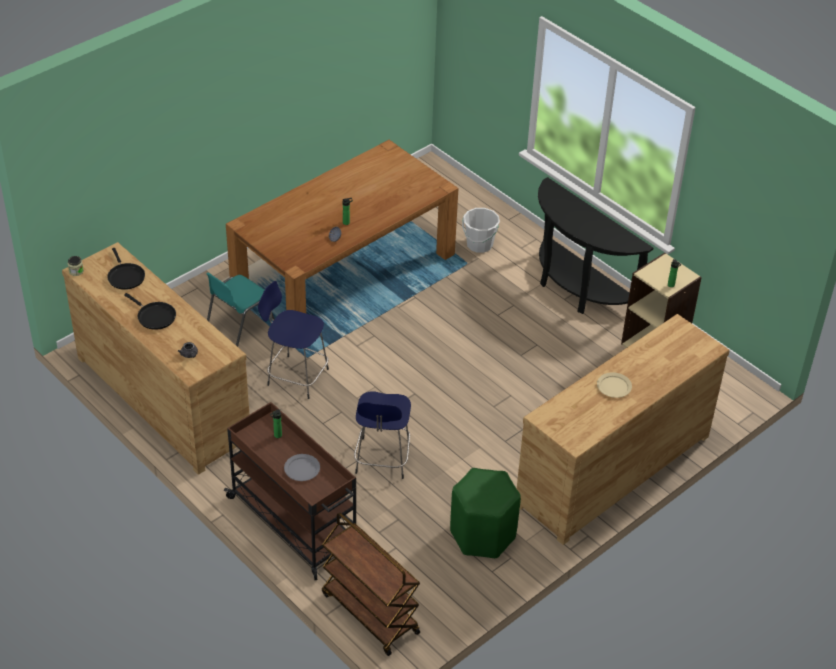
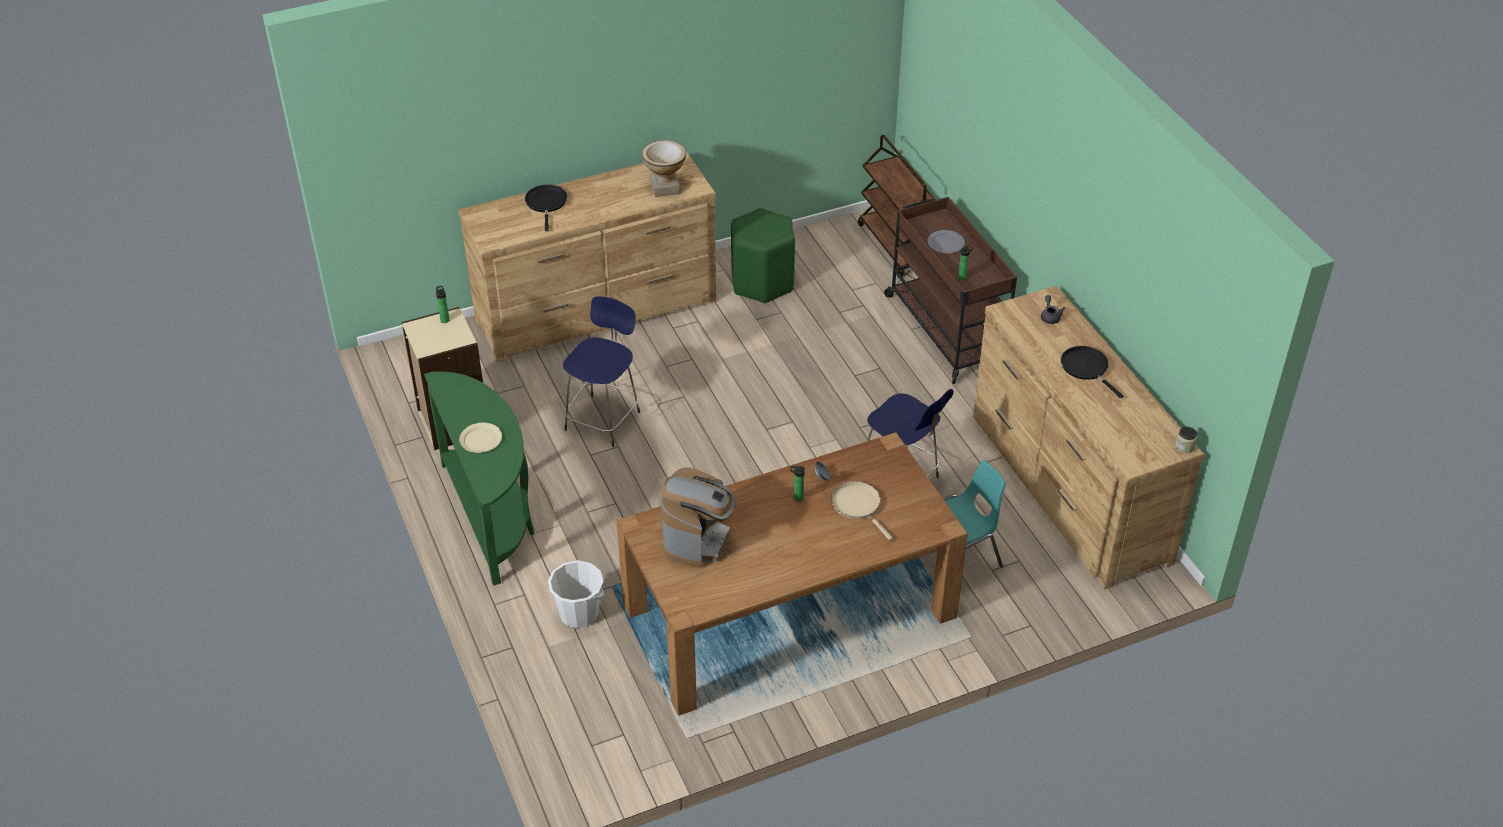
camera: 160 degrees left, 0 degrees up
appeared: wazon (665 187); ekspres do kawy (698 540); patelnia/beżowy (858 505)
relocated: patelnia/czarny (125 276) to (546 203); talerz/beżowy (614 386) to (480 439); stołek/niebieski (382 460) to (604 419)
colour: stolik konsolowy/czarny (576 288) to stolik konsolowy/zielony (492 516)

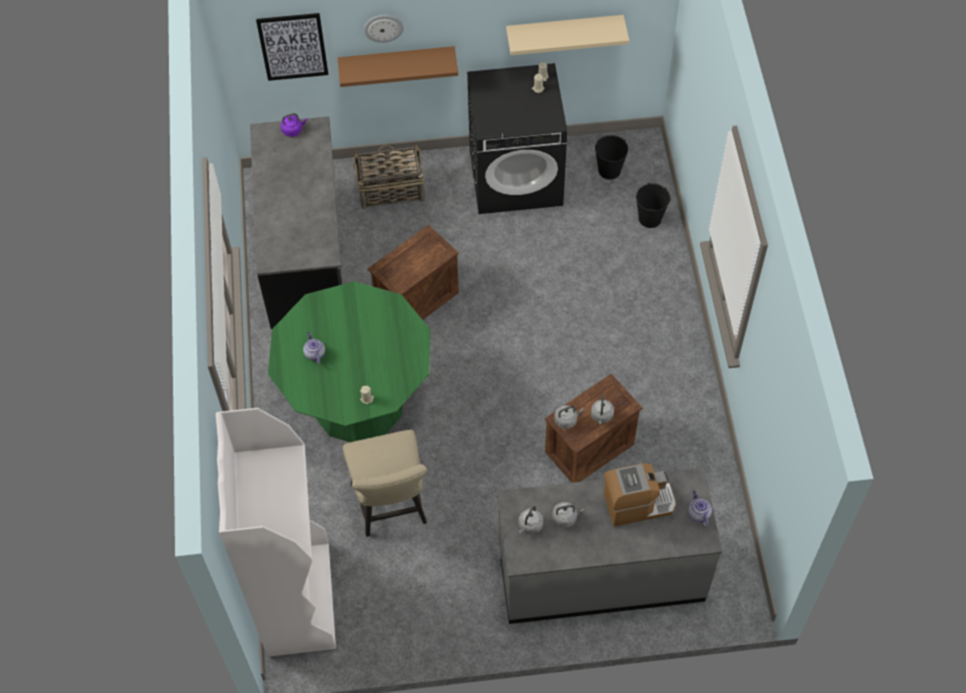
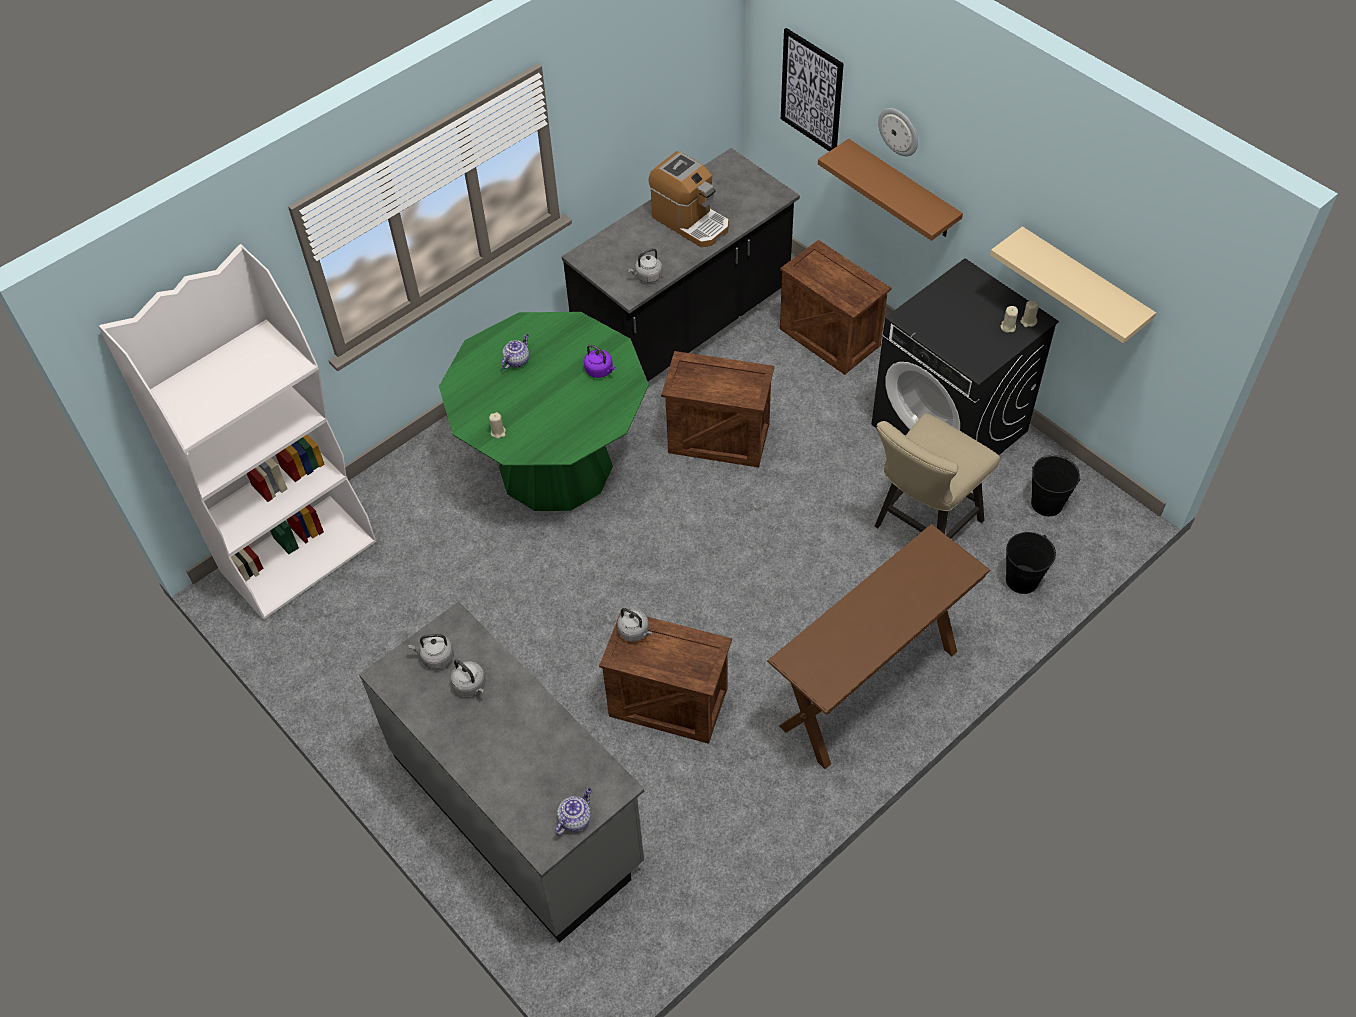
camera: 55 degrees right, 5 degrees down
appeared: stolik konsolowy/brązowy (868 688)
relocated: czajnik/fioletowy (293 130) to (600 371); czajnik/szary (601 416) to (647 276); krzesło/beżowy (391 508) to (922 527); ekspres do kawy (638 503) to (690 221)
exchanged: koszyk (390 190) to skrzynka (828 337)

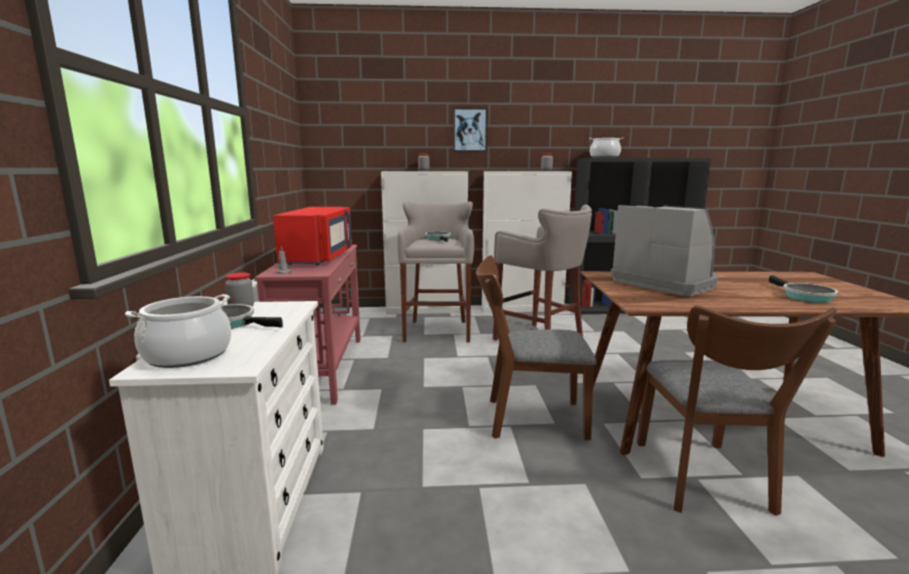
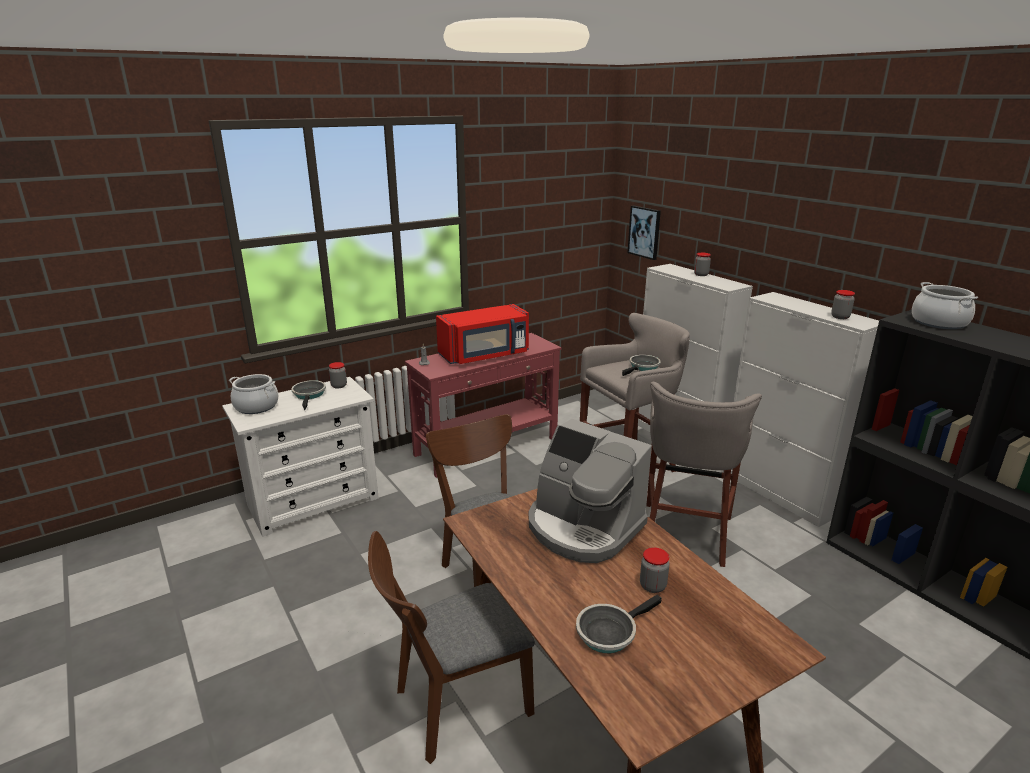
camera: 60 degrees right, 10 degrees up
appeared: słoik (652 586)
relocated: obraz (469 130) to (644 232)
spun: ekspres do kawy (664 283) = (583 528) 105 degrees clockwise

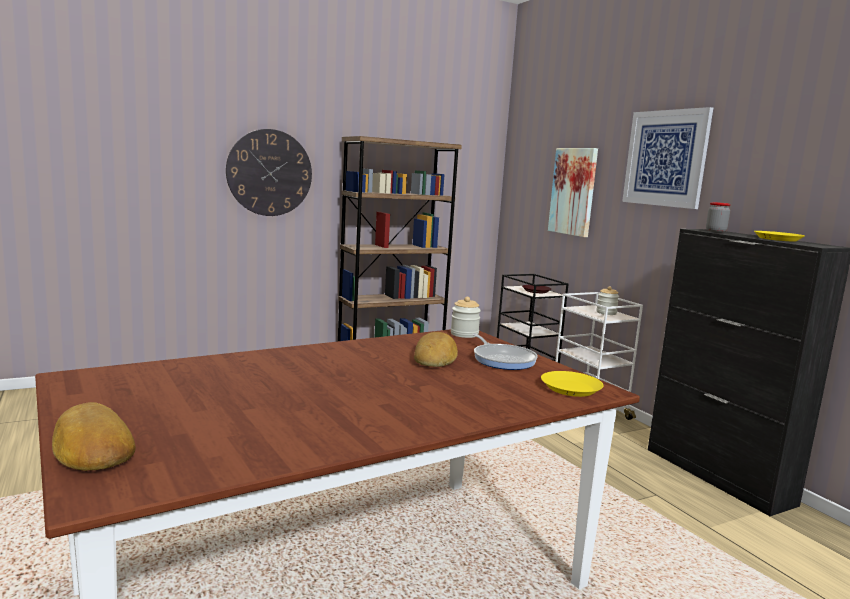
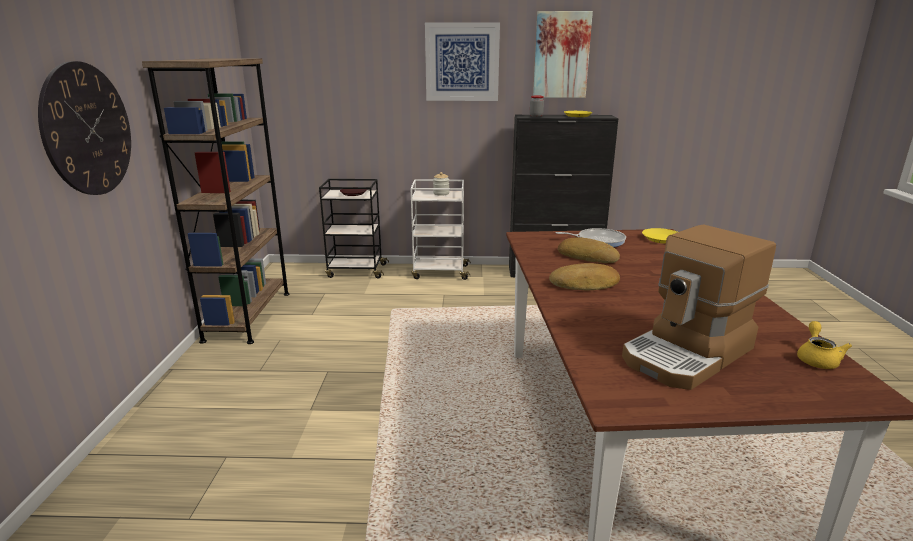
camera: 60 degrees left, 10 degrees up
missing: słoik (464 334)
appeared: ekspres do kawy (688 354); imbryk/żółty (817 359)
relocated: obraz (573 191) to (561 55); chleb (91 448) to (585 284)

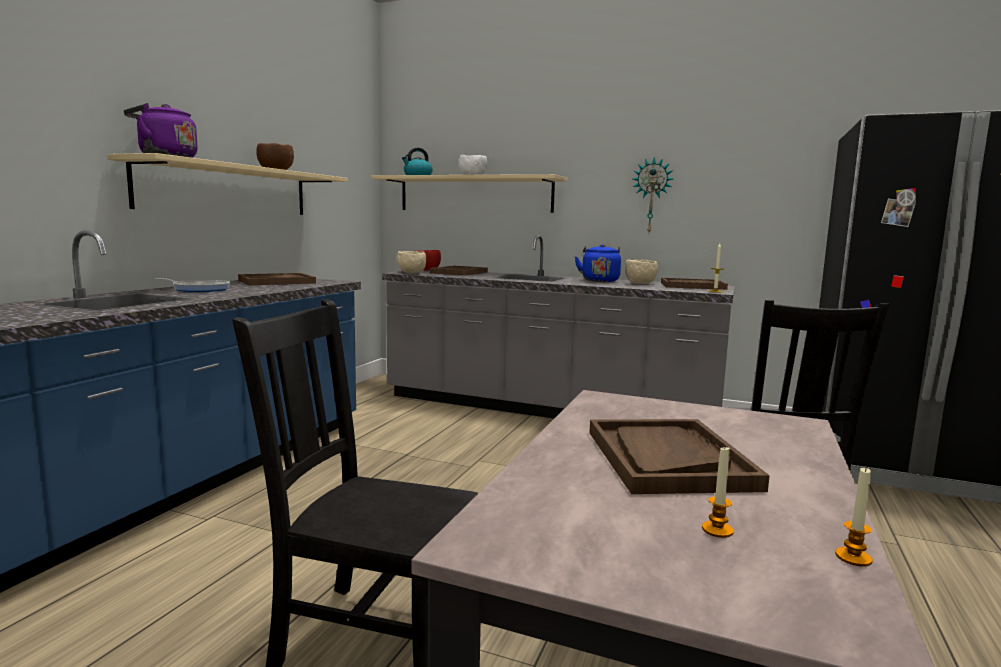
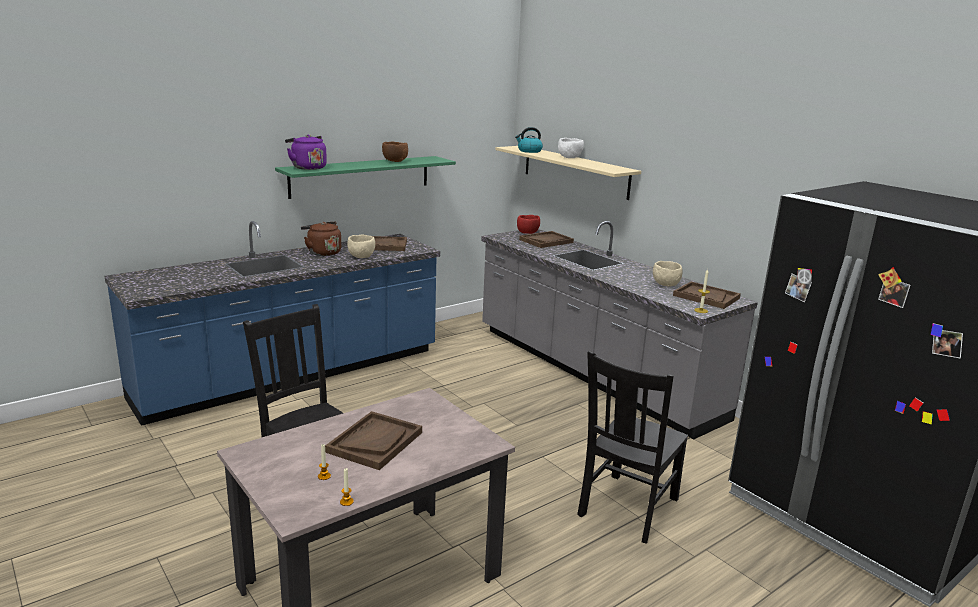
camera: 30 degrees right, 10 degrees up
missing: zegar ścienny (652 196); czajnik/niebieski (599 280)
relocated: miska/beżowy (411 273) to (361 256)
exchanged: patelnia (199 289) to czajnik/brązowy (322 252)
colour: półka/beżowy (228 190) to półka/zielony (361 176)

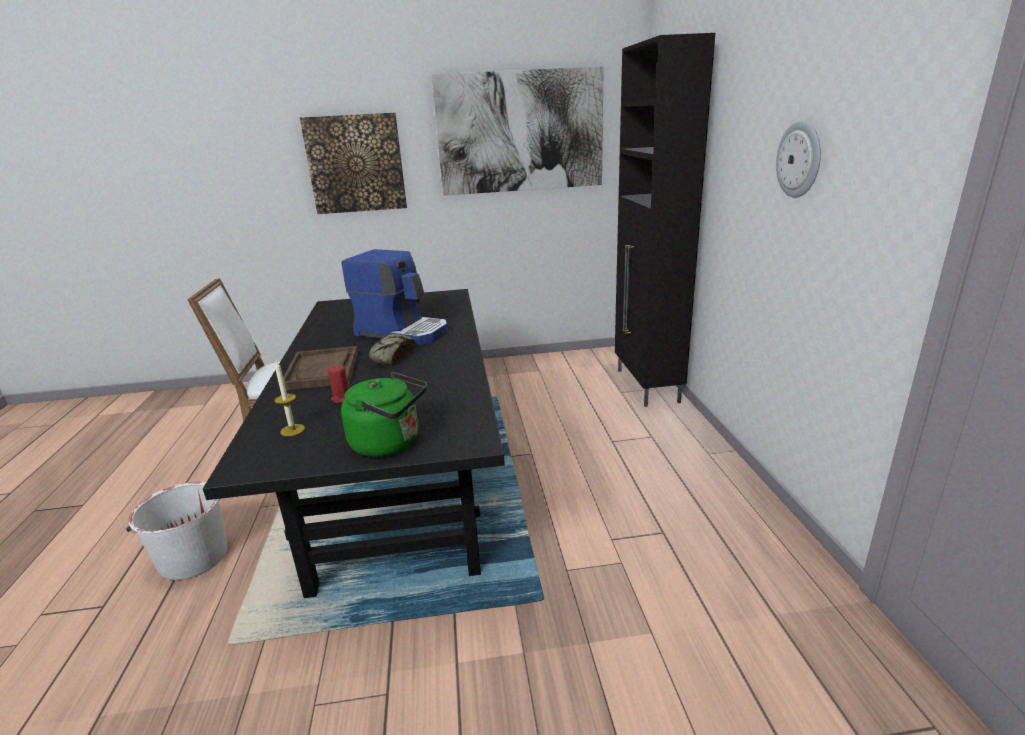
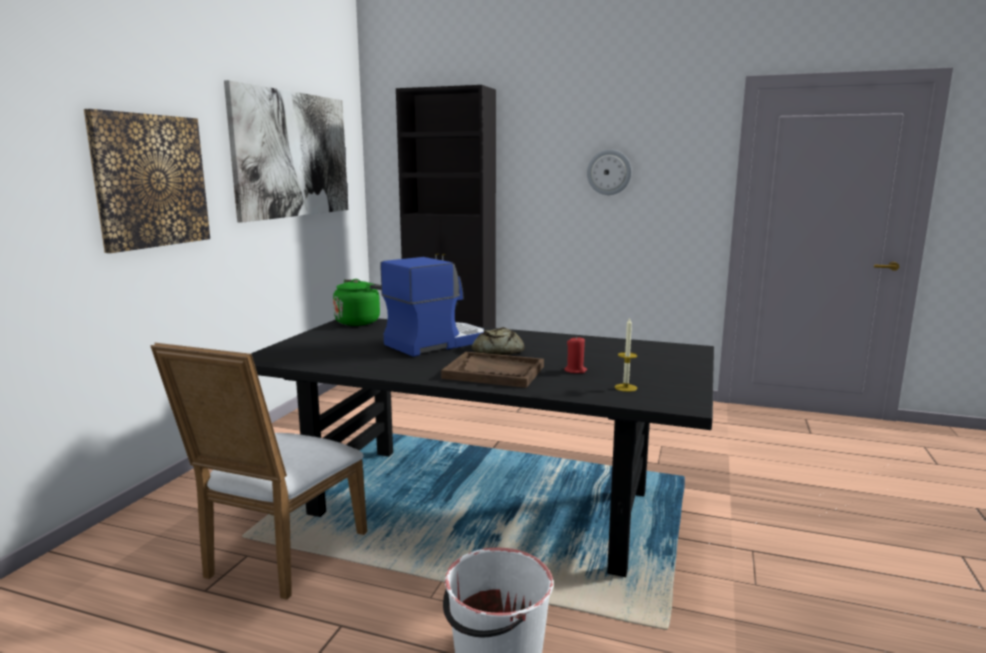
camera: 65 degrees left, 10 degrees down
relocated: czajnik/zielony (390 443) to (360 321)

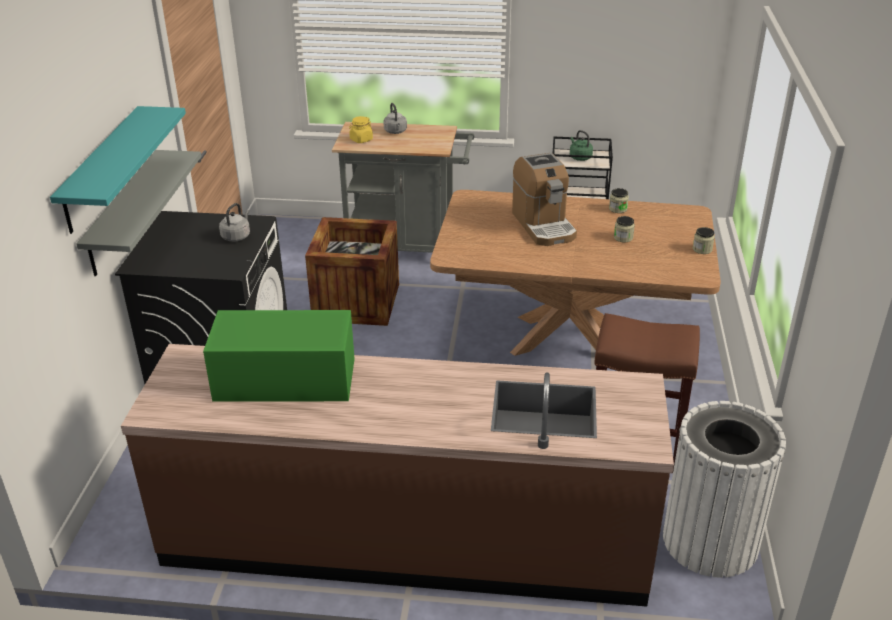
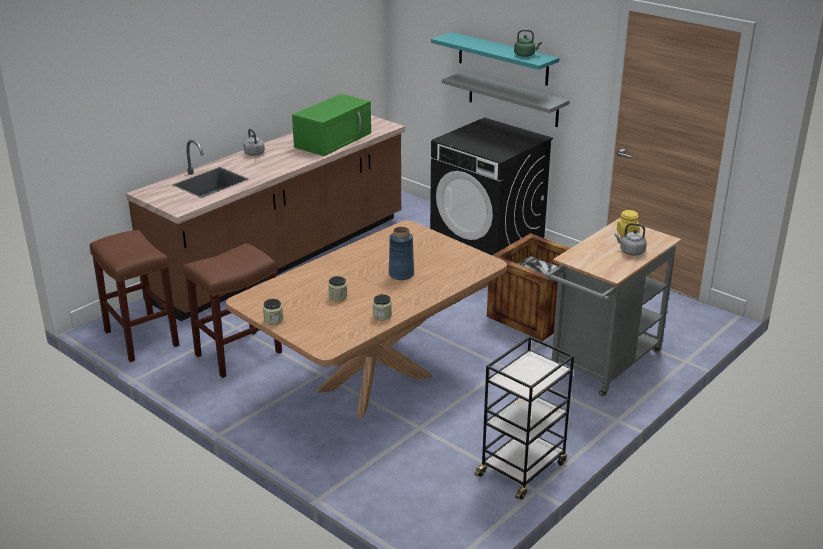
camera: 125 degrees right, 5 degrees down
relocated: czajnik/zielony (579 157) to (525 55); czajnik/szary (237 236) to (255 154)
exchanged: ekspres do kawy (543 225) to wazon/niebieski (401 274); kosz na śmieci/biały (710 541) to stołek/brązowy (140 338)

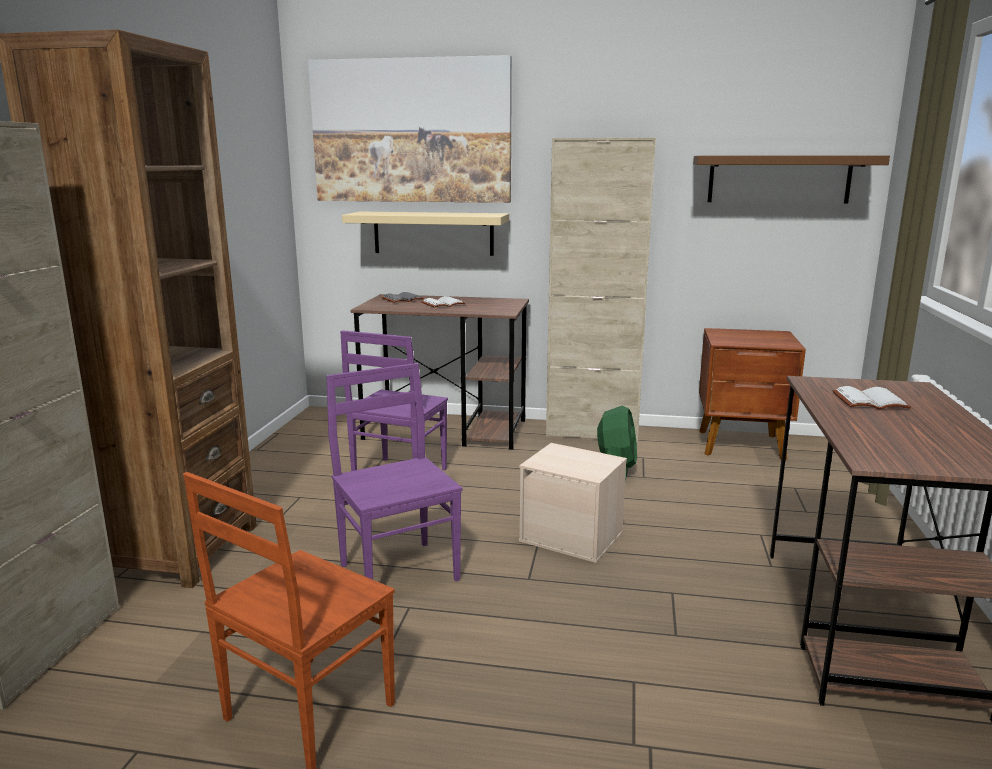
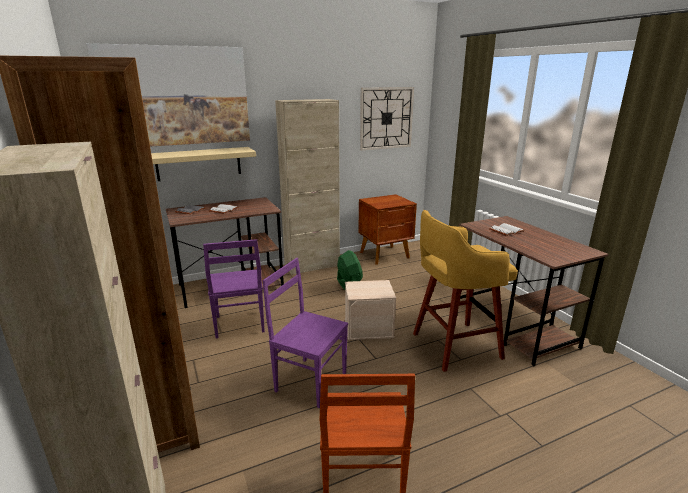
camera: 35 degrees left, 5 degrees up
appeared: stołek/żółty (453 346)
exchanged: półka/brązowy (778 179) to zegar ścienny (386 118)

